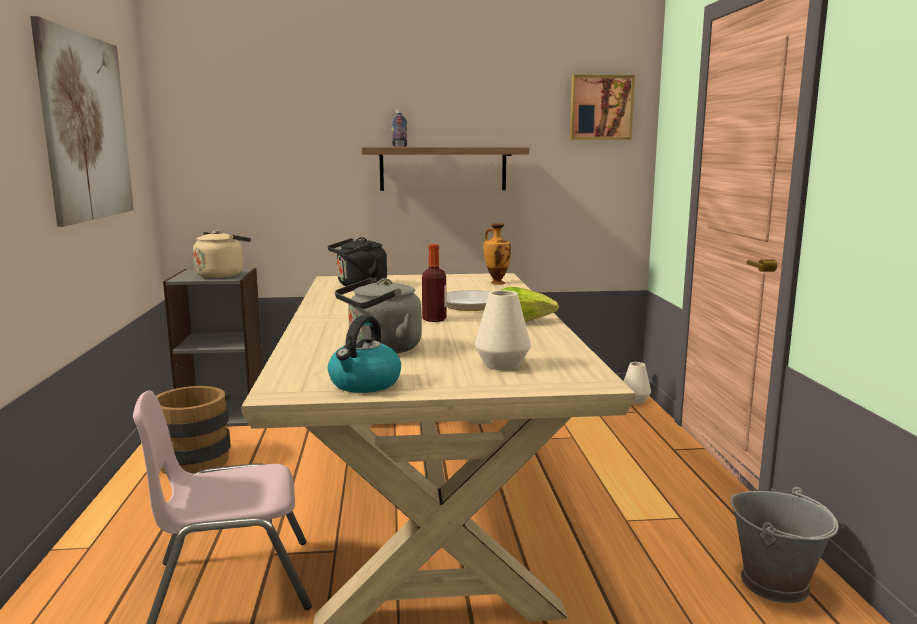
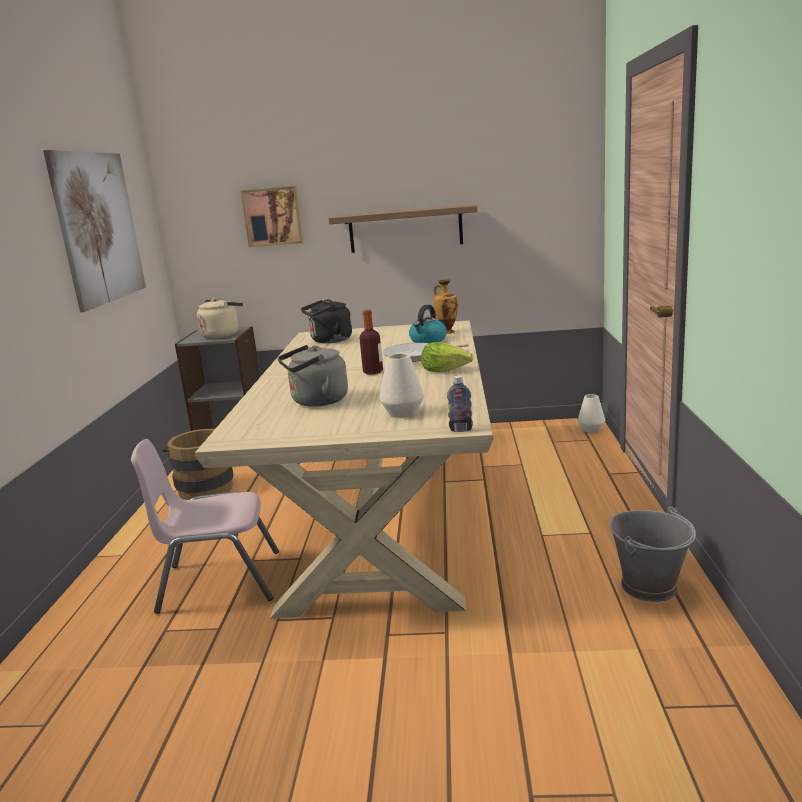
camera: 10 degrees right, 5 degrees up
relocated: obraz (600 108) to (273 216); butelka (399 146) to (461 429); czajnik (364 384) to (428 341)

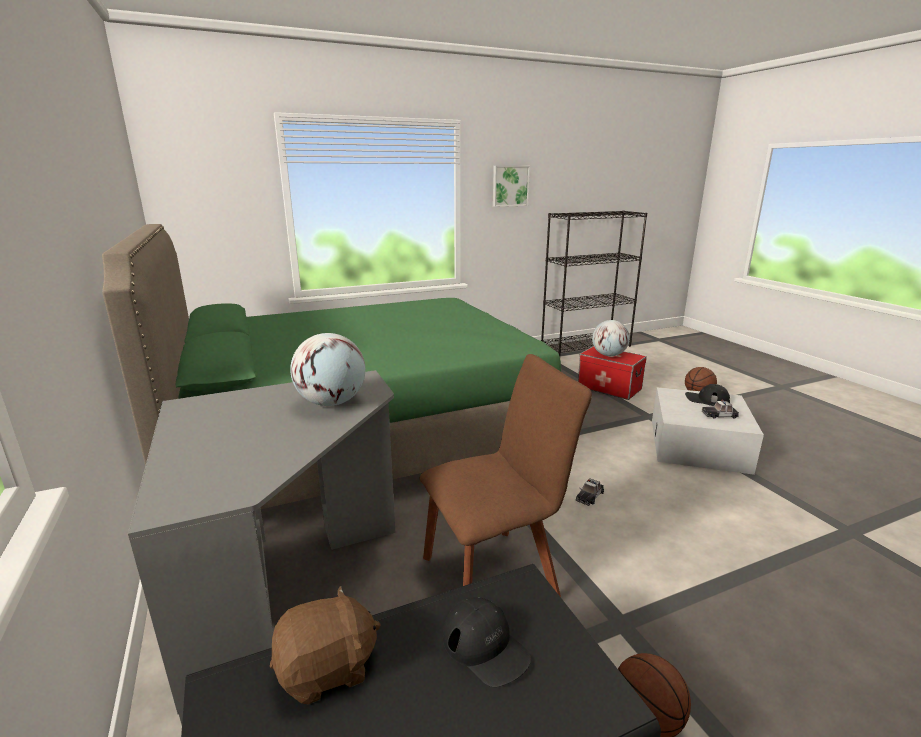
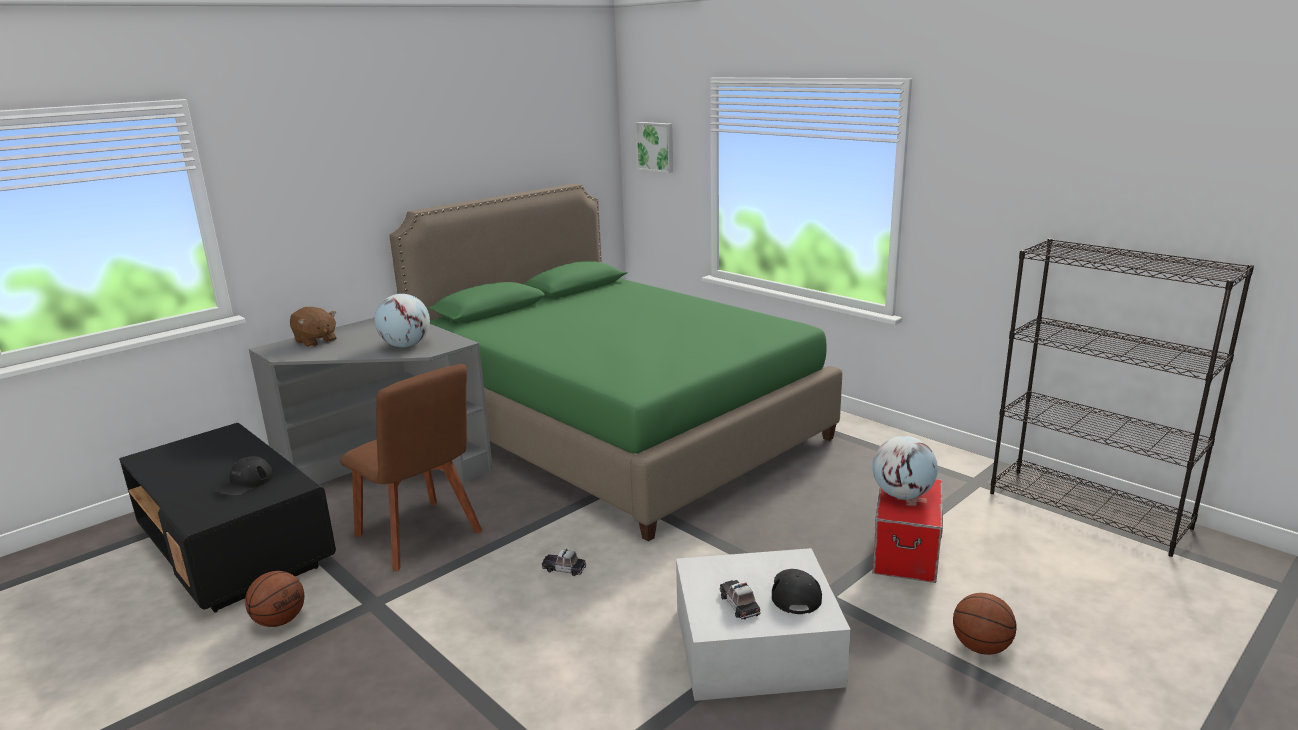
camera: 70 degrees right, 0 degrees up
relocated: obraz (510 186) to (656 146); pluszak/brązowy (327 669) to (315 341)

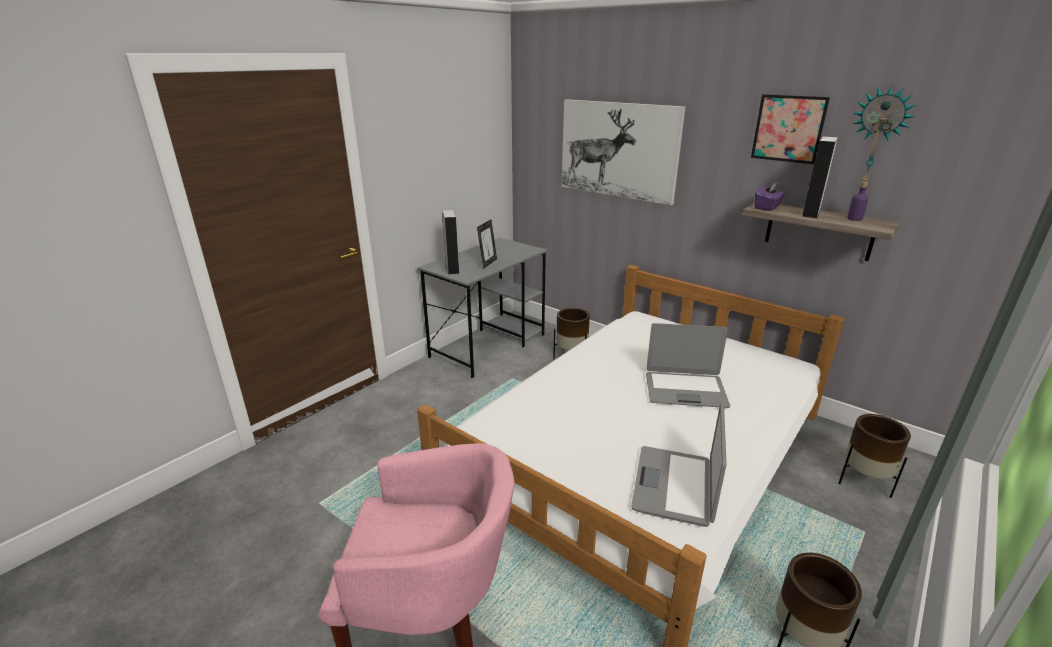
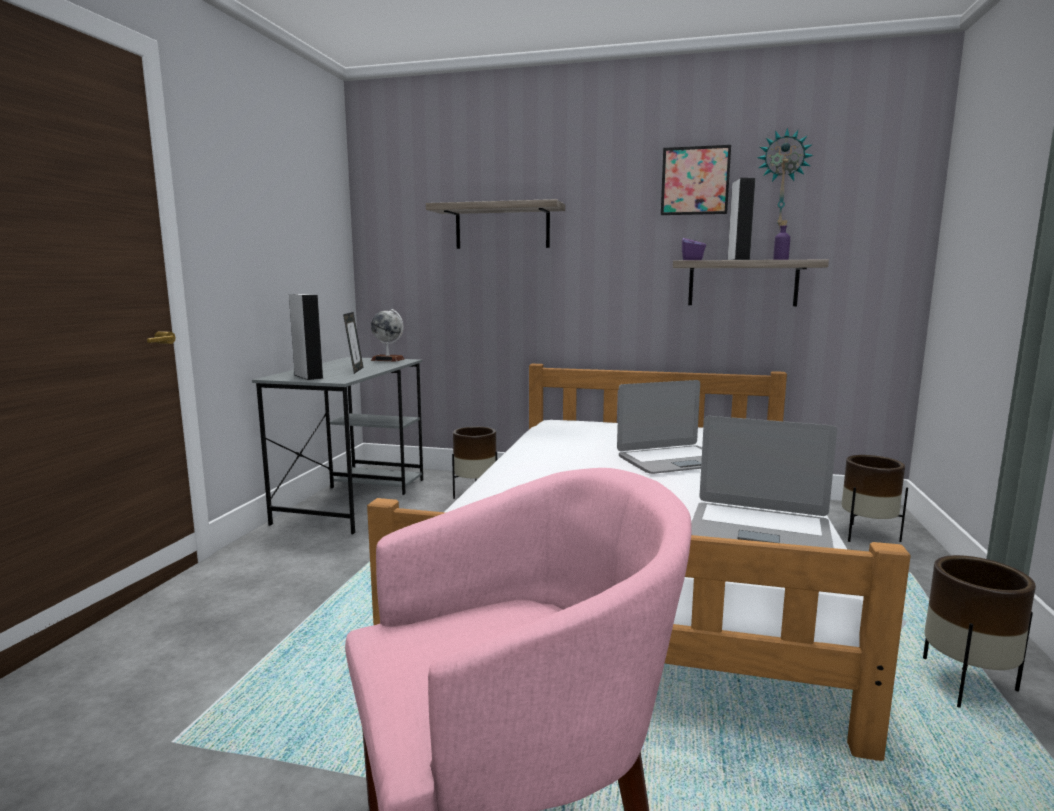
camera: 25 degrees left, 15 degrees down
appeared: globus (388 359)
exchanged: obraz (618 150) to półka (502 227)
spun: laptop (675 486) = (759 530) 60 degrees counterclockwise

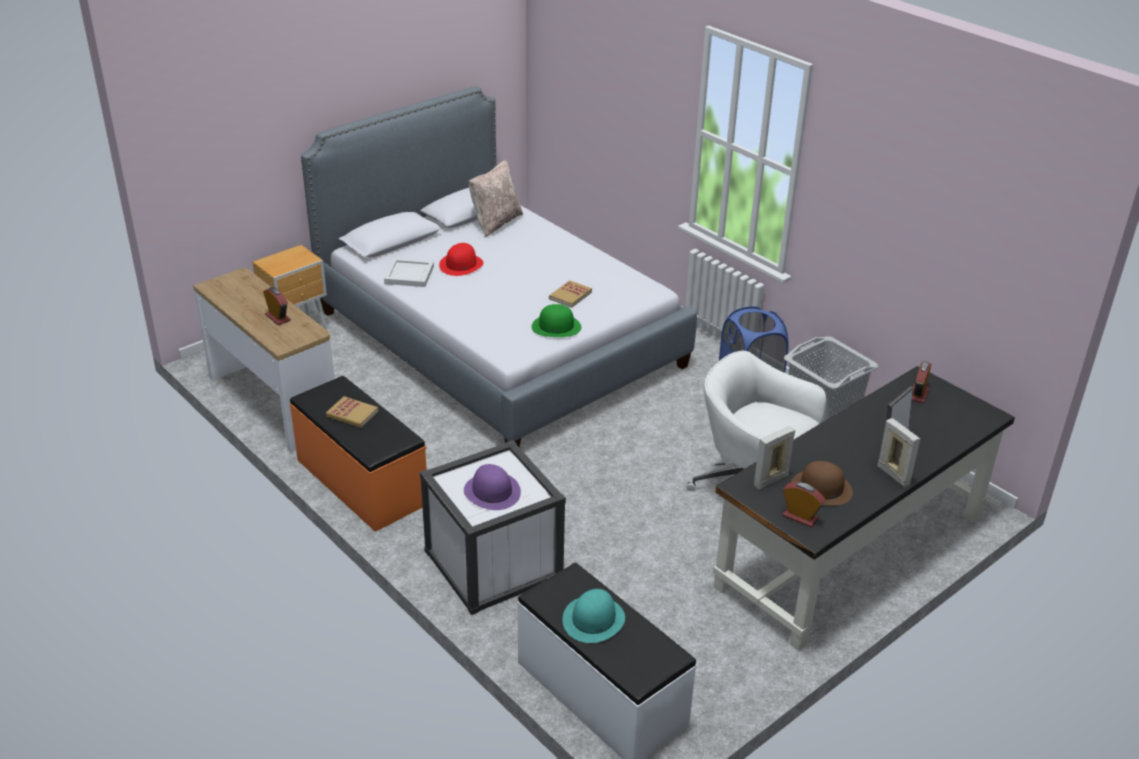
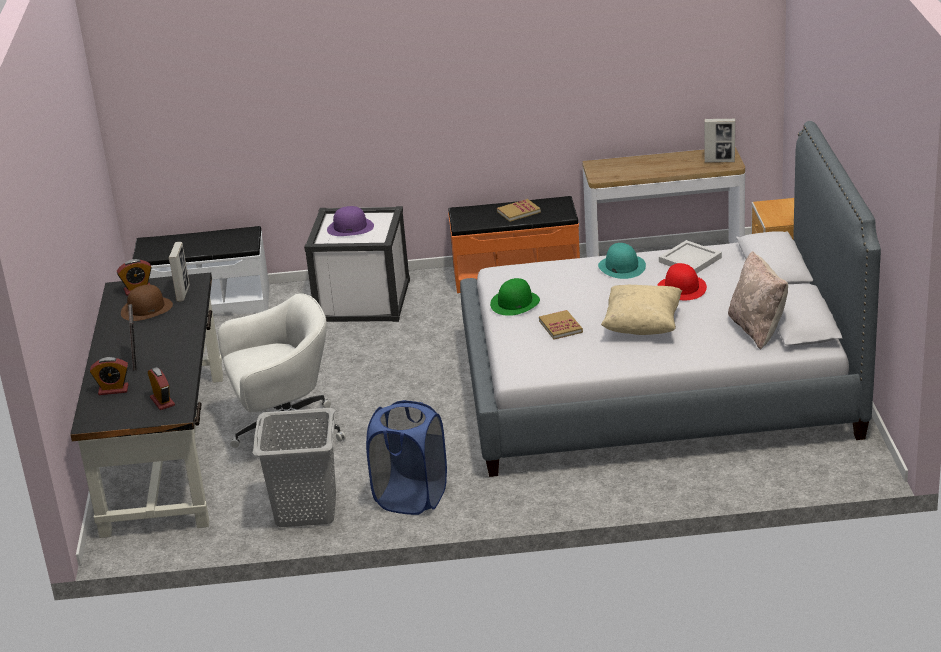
camera: 130 degrees right, 5 degrees down
appeared: poduszka/beżowy (642 326)
relocated: budzik (278 318) to (113 390); ramka na zdjęcie (893 475) to (719 161); kapelusz/turkusowy (593 619) to (621 266)

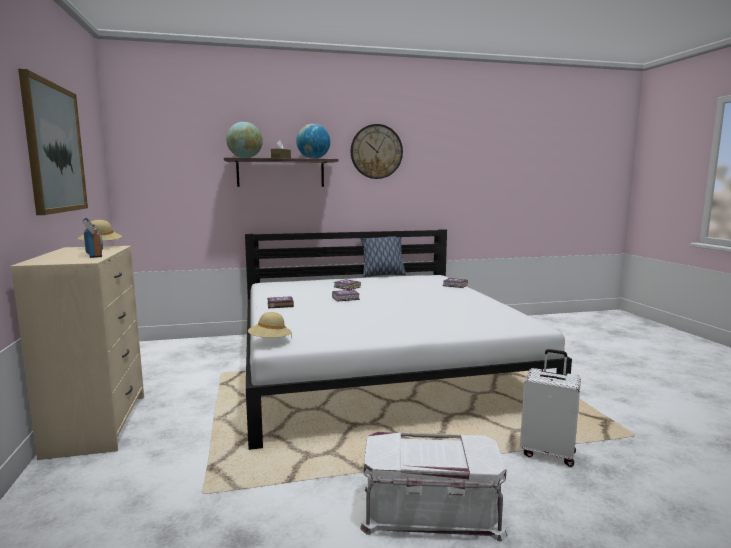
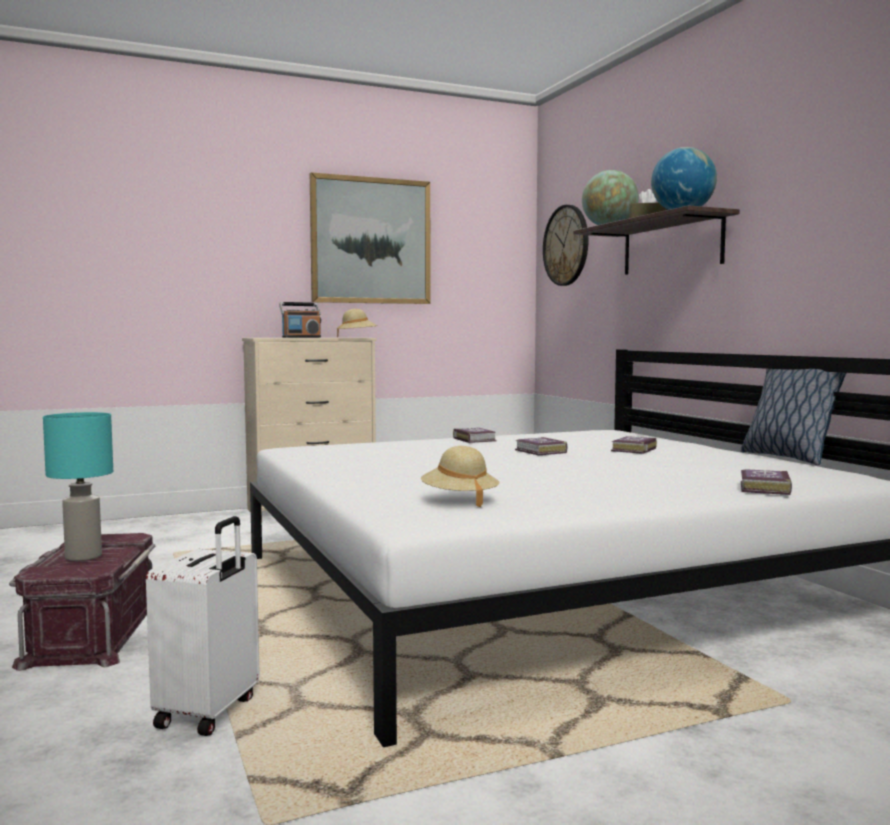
camera: 80 degrees right, 5 degrees down
appeared: lampa stołowa/turkusowy (83 556)
relocated: zegar ścienny (376 151) to (566 245); kapelusz/beżowy (270 341) to (459 500)
colour: pojemnik do przechowywania/biały (430 512) to pojemnik do przechowywania/czerwony (91 633)

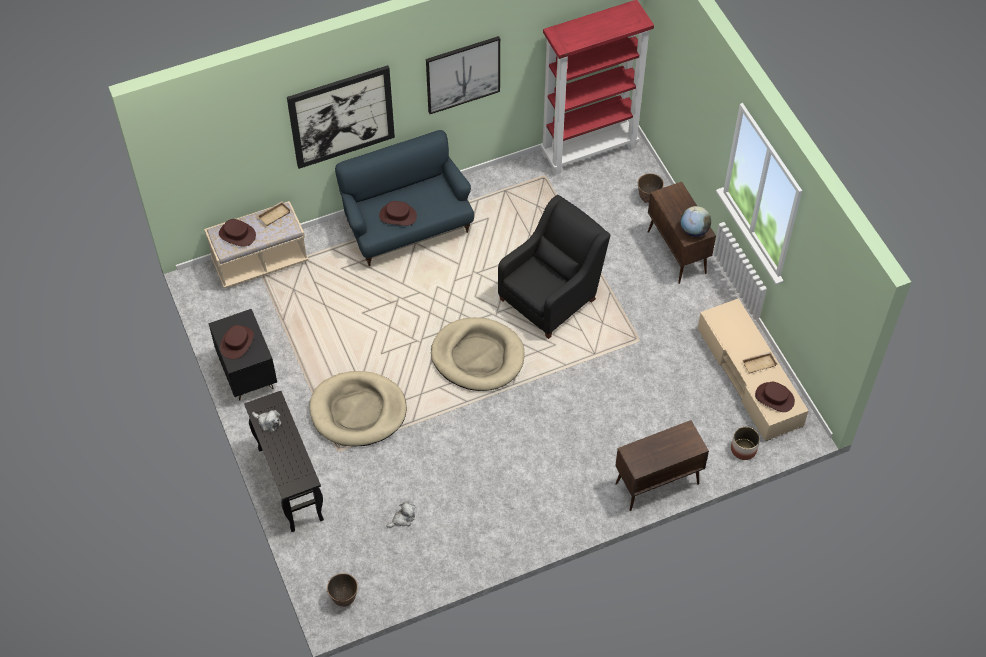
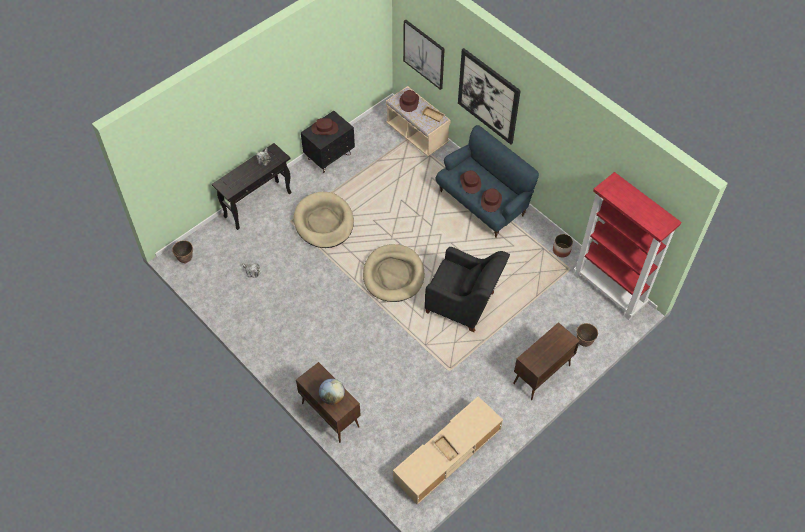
camera: 70 degrees right, 0 degrees up
relocated: obraz (463 74) to (424 54); globus (694 230) to (332 397); kapelusz/brązowy (774 398) to (491 201); donica (743 449) to (561 250)

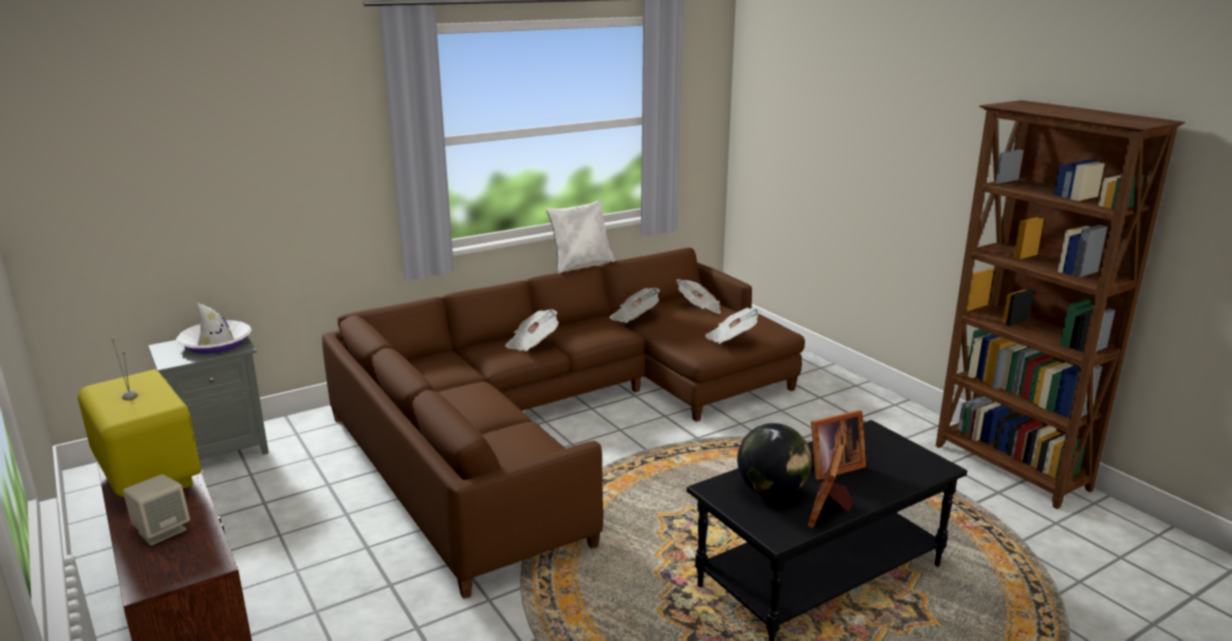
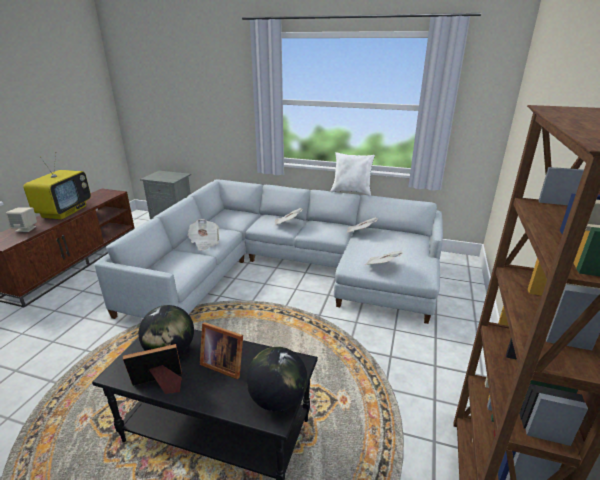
camera: 50 degrees right, 5 degrees up
missing: kapelusz/biały (216 343)
appeared: globus (277 399)
relocated: gazeta (699 308) to (204 242)
colour: kanapa/brązowy (561 417) to kanapa/szary (286 269)

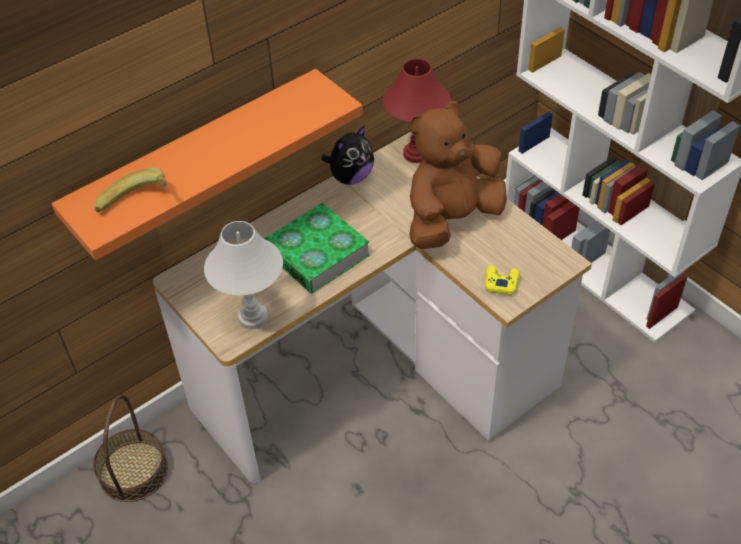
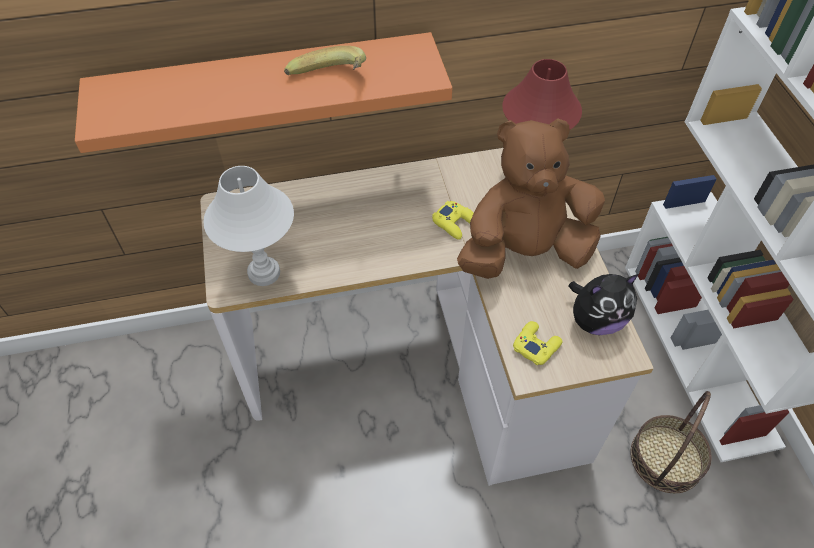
camera: 25 degrees right, 5 degrees up
missing: książka (317 254)
appeared: pad do gier/żółty (454 223)
relocated: pluszak (350 177) to (595 320); banan (138 205) to (330 82); koszyk (133 471) to (666 458)

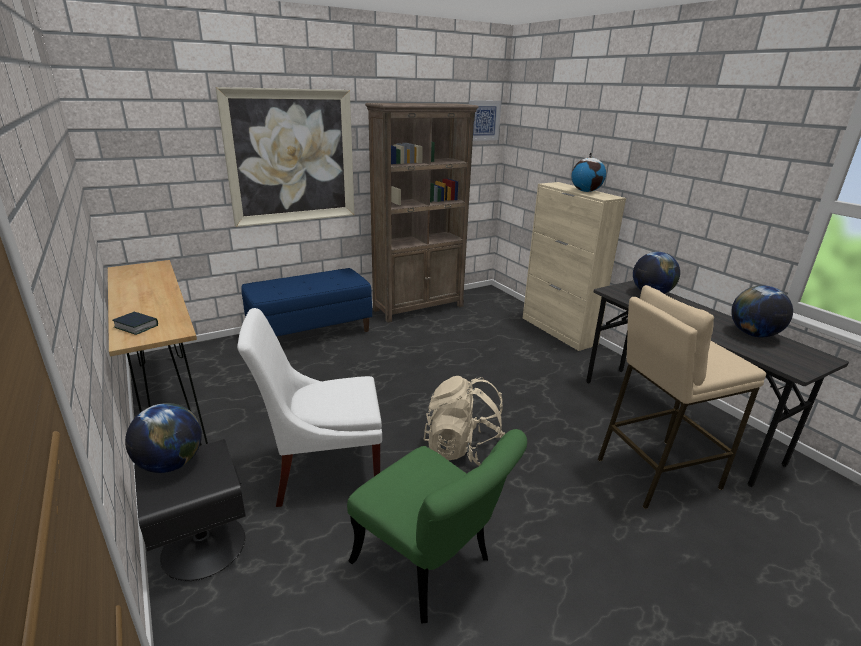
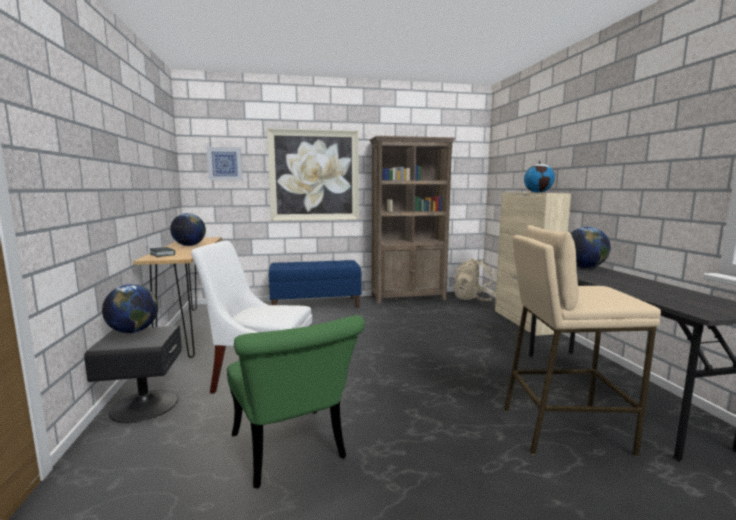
camera: 20 degrees right, 15 degrees down
relocated: obraz (483 120) to (224 163); globus (753 334) to (189 245); plecak/beżowy (463 450) to (473 299)

